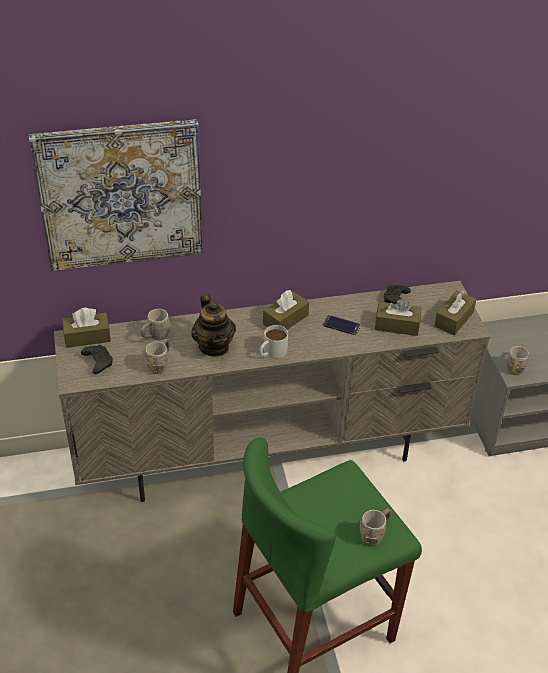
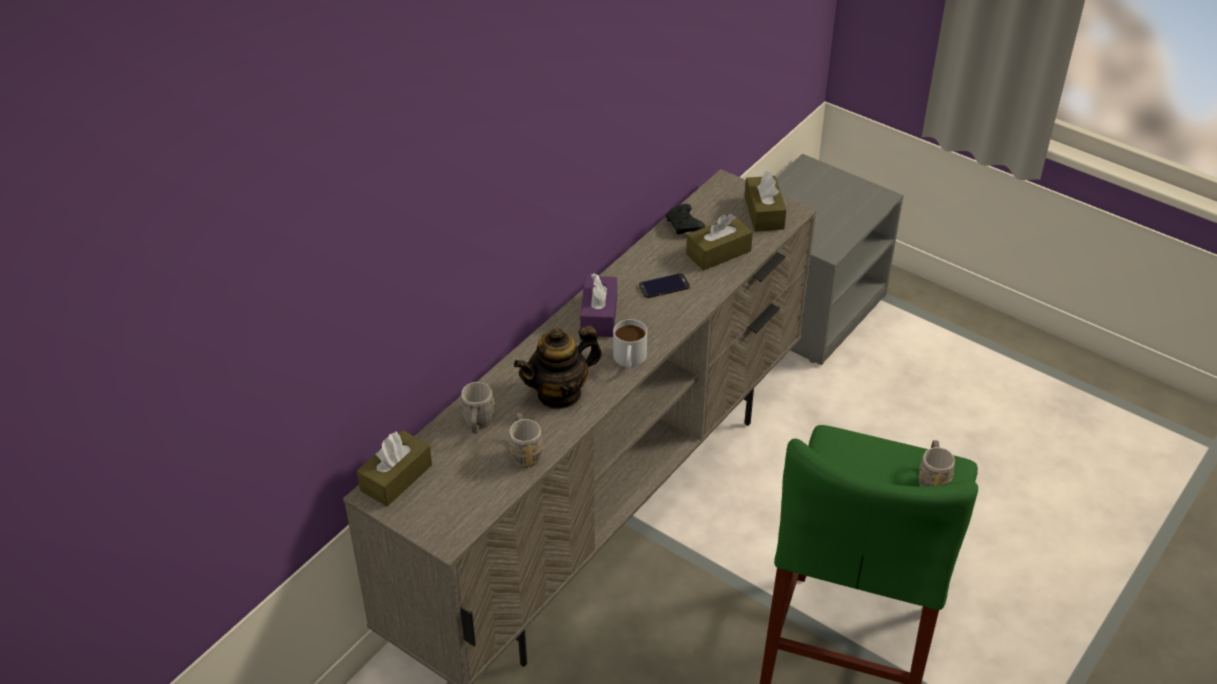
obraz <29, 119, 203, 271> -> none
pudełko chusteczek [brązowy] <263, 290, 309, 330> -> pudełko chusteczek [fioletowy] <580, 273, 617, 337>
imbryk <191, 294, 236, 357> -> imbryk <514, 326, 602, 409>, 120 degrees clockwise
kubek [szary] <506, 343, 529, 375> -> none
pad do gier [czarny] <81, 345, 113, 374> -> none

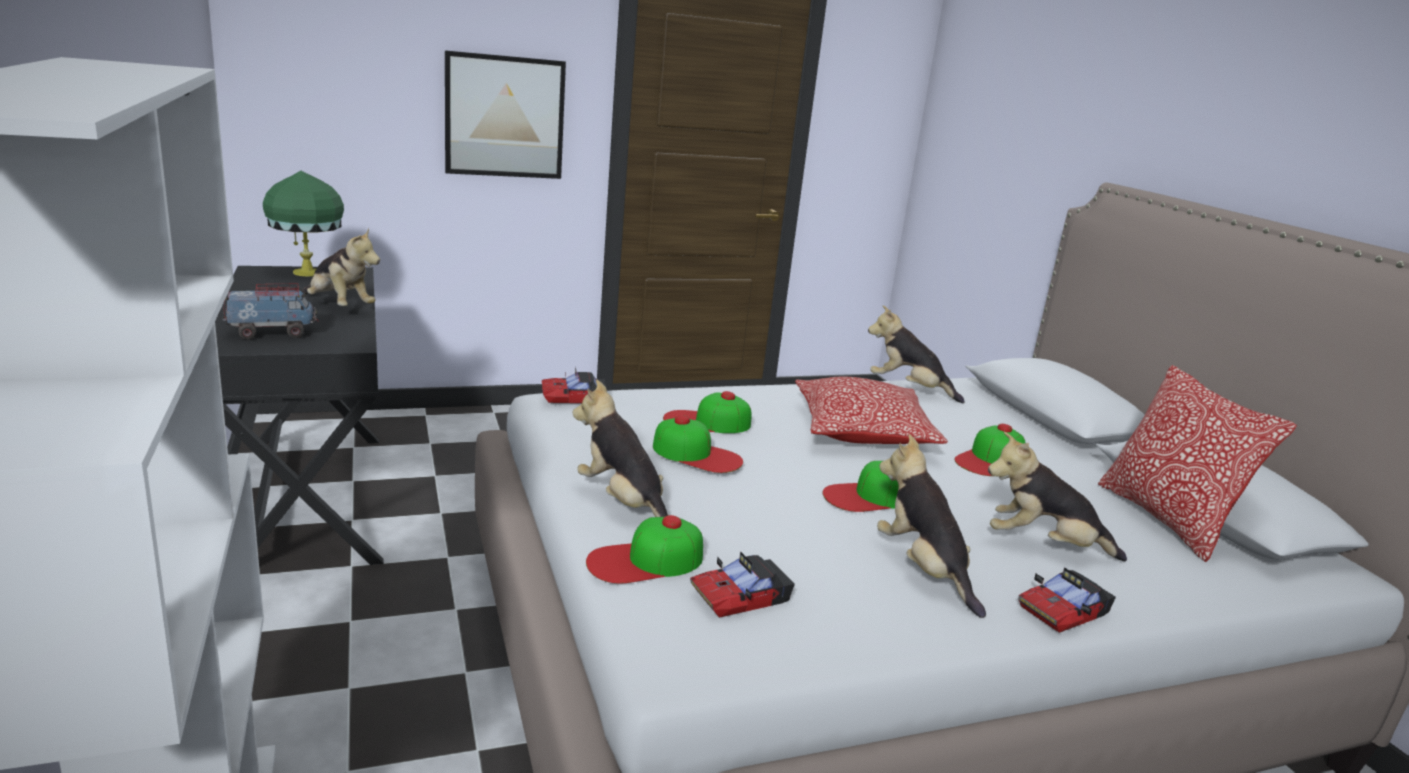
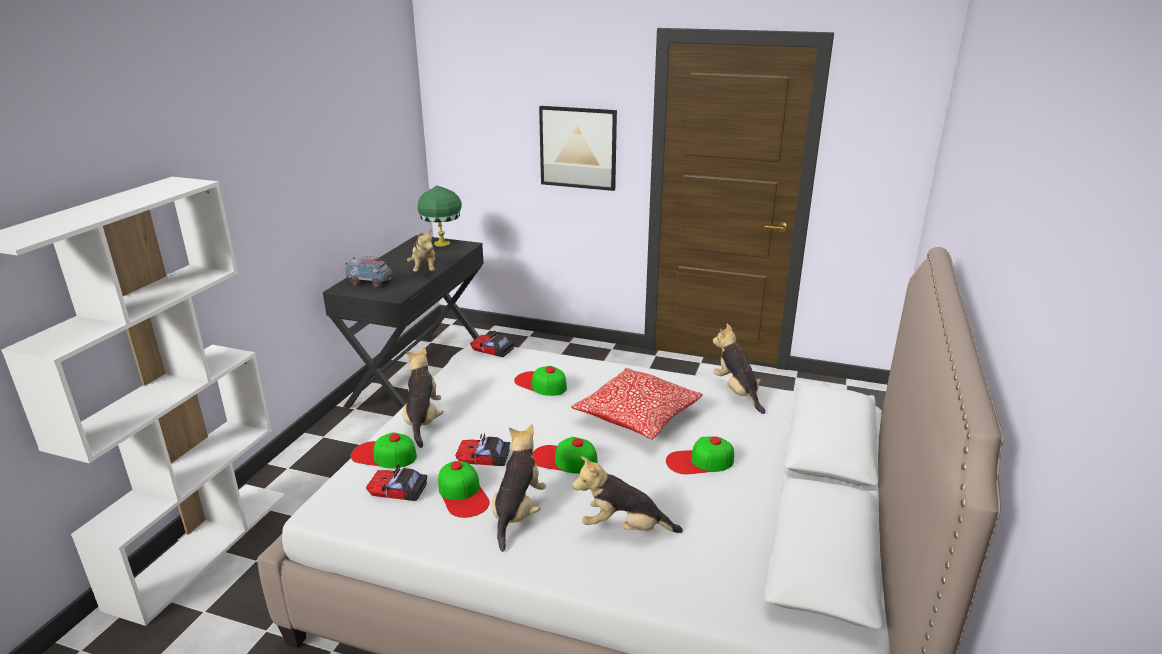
poduszka <1098, 365, 1297, 562> -> none
czapka z daszkiem <653, 415, 743, 473> -> czapka z daszkiem <438, 461, 490, 518>, moved
pluszak <988, 431, 1127, 562> -> pluszak <572, 456, 683, 533>, 45 degrees counterclockwise
samochodzik <1019, 567, 1116, 633> -> samochodzik <455, 434, 511, 466>, moved

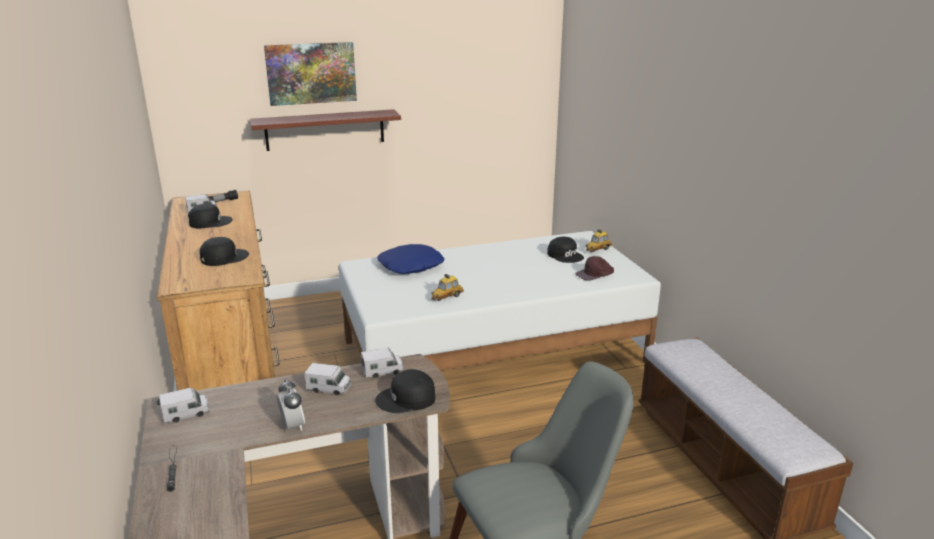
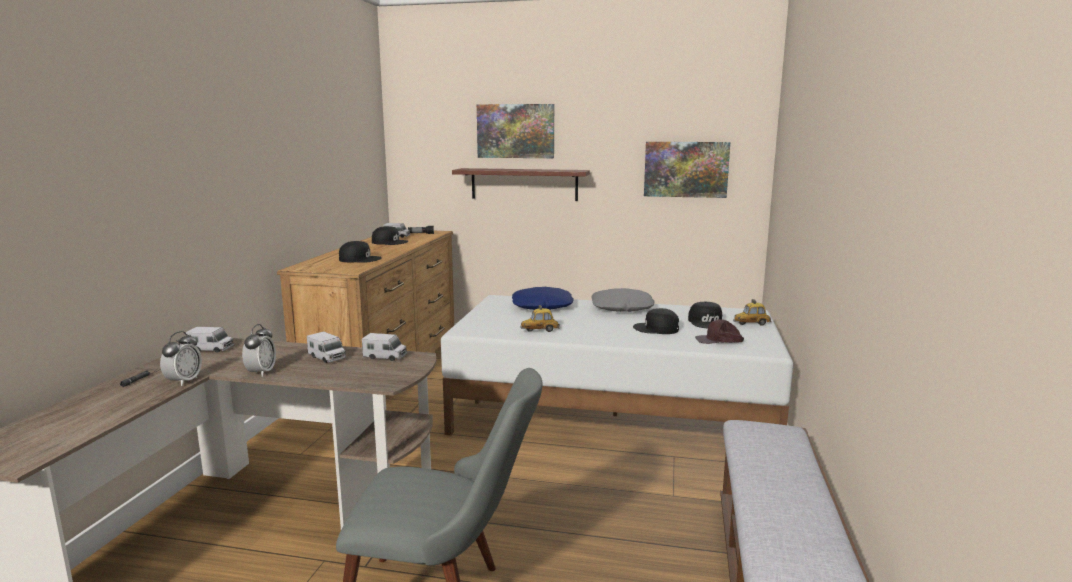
czapka z daszkiem [czarny] <375, 369, 435, 413> -> czapka z daszkiem [czarny] <633, 308, 679, 334>, moved
none -> obraz <644, 142, 730, 198>
none -> poduszka [szary] <591, 288, 655, 312>
none -> budzik <160, 331, 202, 386>

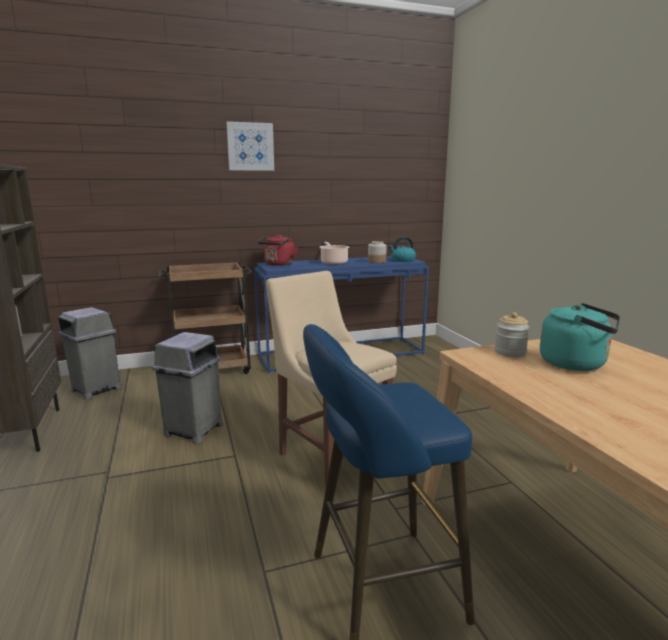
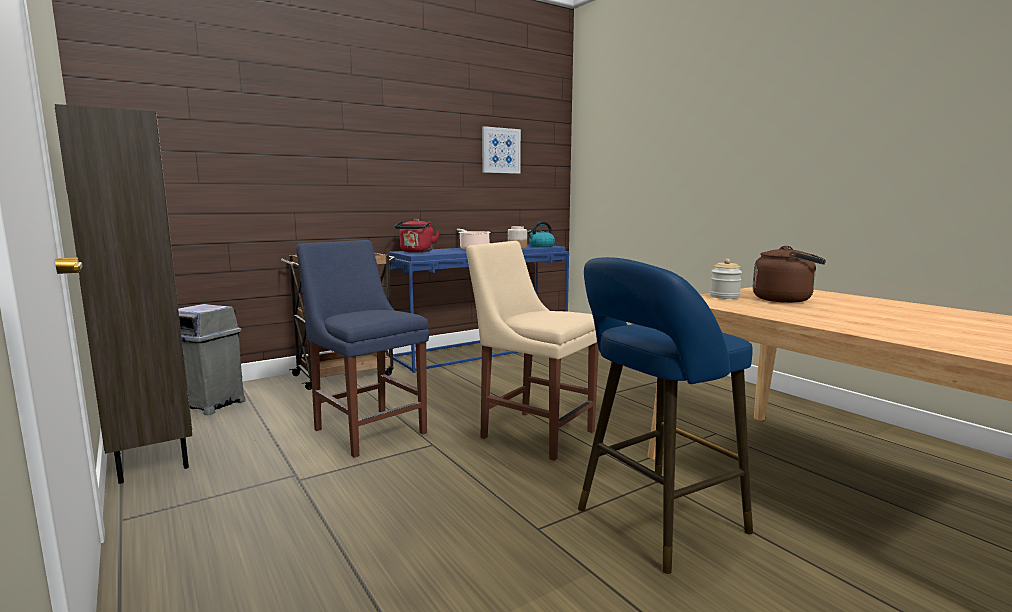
obraz <226, 121, 274, 171> -> obraz <482, 126, 521, 174>, moved
czajnik [turkusowy] <540, 303, 620, 371> -> czajnik [brązowy] <753, 246, 826, 303>
kosz na śmieci [szary] <152, 332, 223, 444> -> krzesło [niebieski] <296, 240, 429, 458>

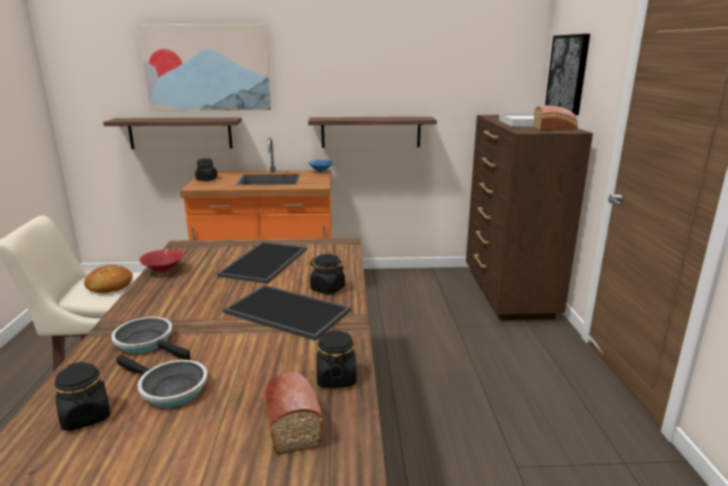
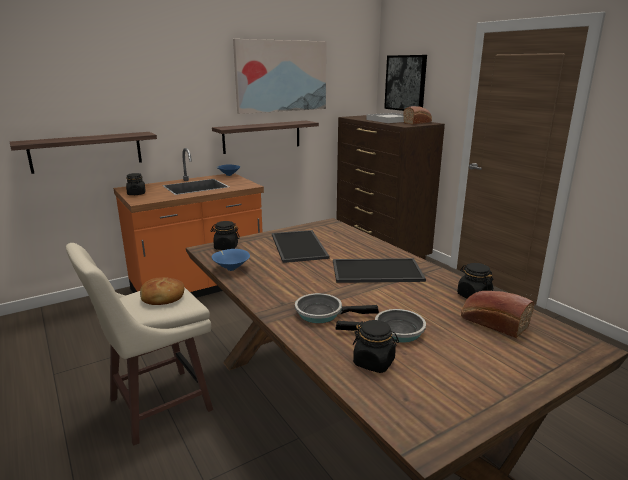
obraz <137, 24, 271, 111> -> obraz <233, 39, 327, 114>, moved
miska [czerwony] <139, 249, 184, 273> -> miska [niebieski] <212, 249, 250, 271>
słoik [czarny] <310, 254, 345, 294> -> słoik [czarny] <210, 221, 240, 250>, moved

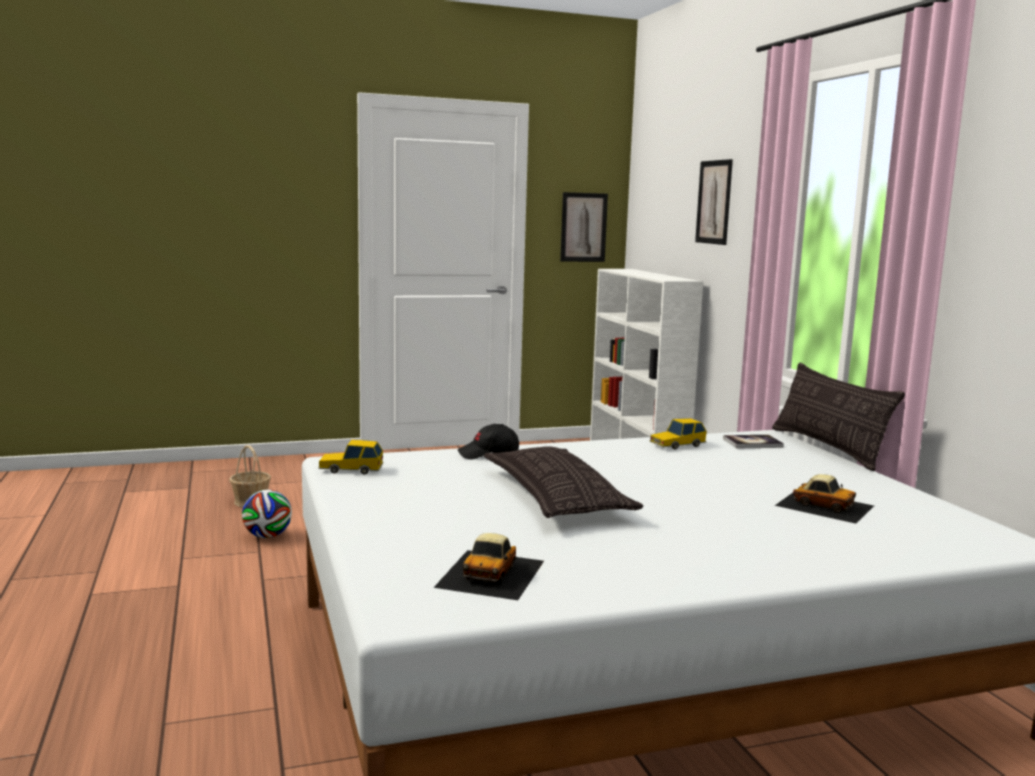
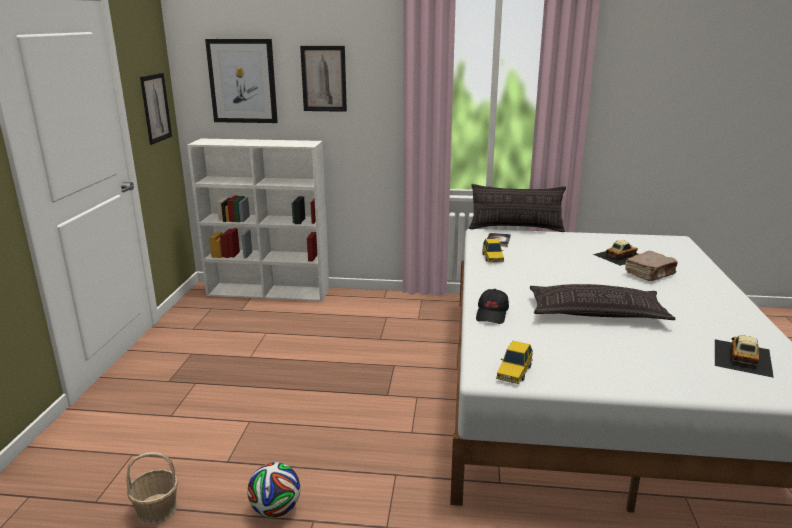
samochodzik <433, 533, 544, 600> -> samochodzik <715, 336, 774, 378>, 105 degrees counterclockwise
none -> obraz <205, 39, 278, 123>
none -> książka [brązowy] <625, 251, 677, 281>

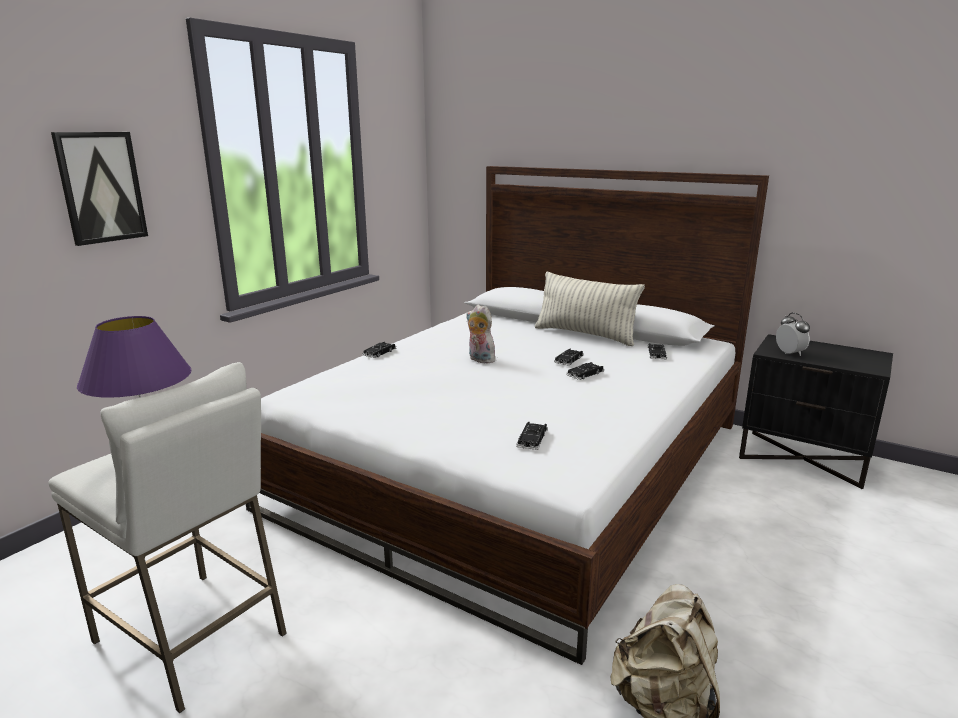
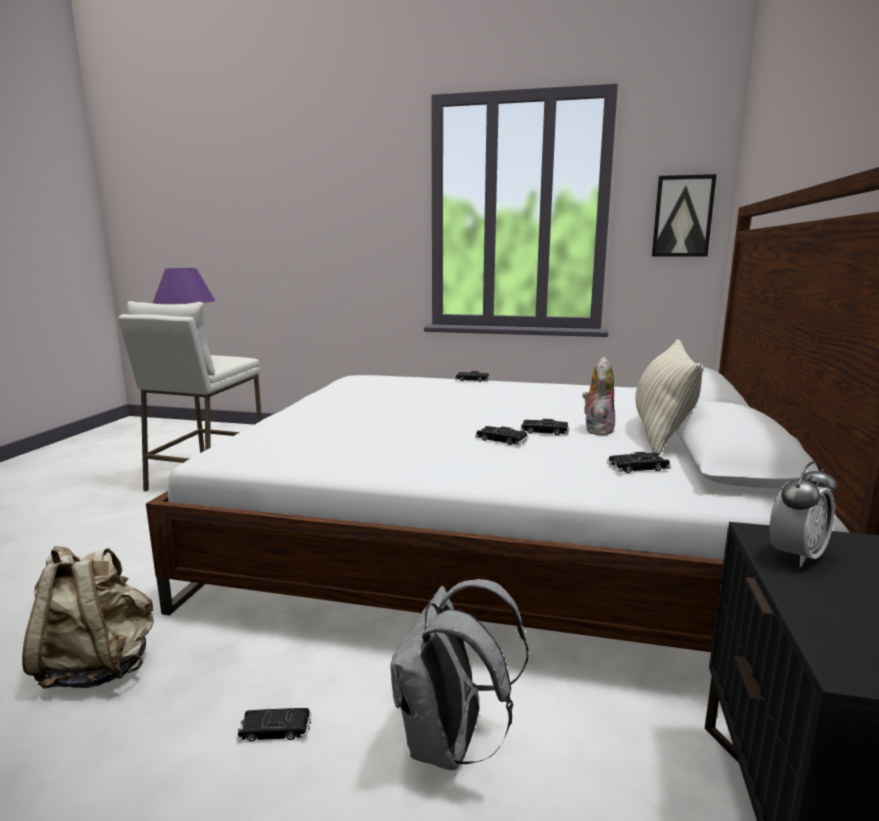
obraz <51, 132, 148, 246> -> obraz <652, 174, 717, 256>, moved
pluszak <466, 304, 495, 364> -> pluszak <582, 357, 615, 435>, moved
samochodzik [czarny] <516, 422, 548, 450> -> samochodzik [czarny] <236, 708, 311, 742>, moved
none -> plecak [szary] <390, 579, 529, 770>

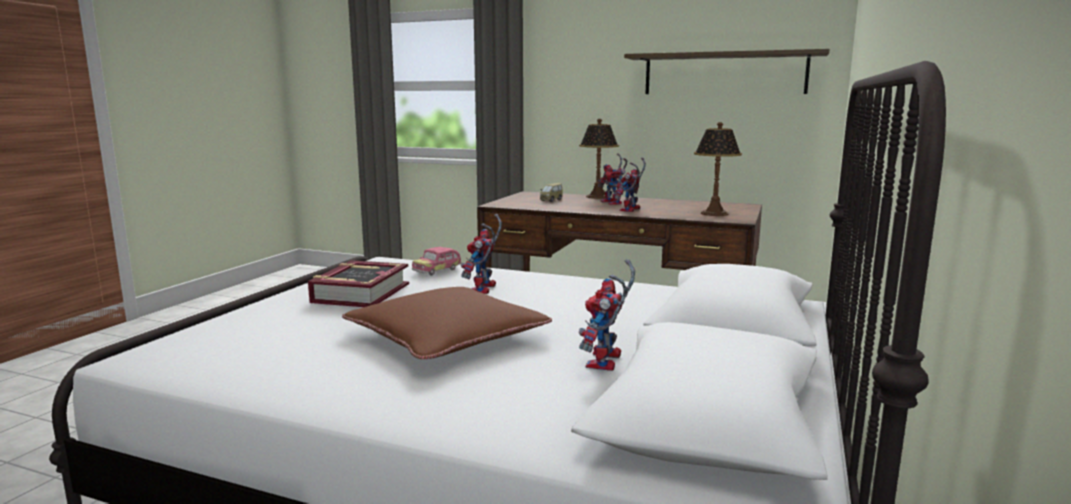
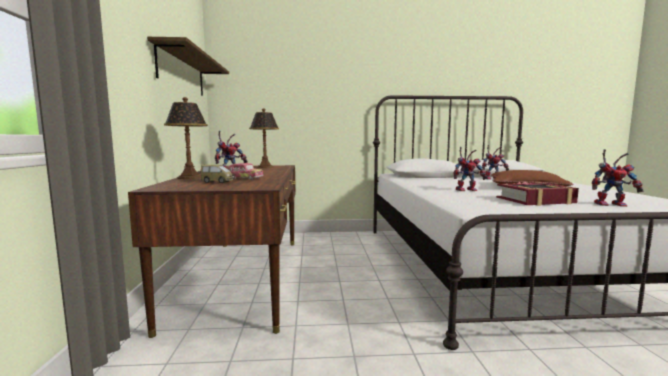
robot zabawkowy <614, 158, 646, 212> -> robot zabawkowy <592, 149, 643, 207>, moved
samochodzik <412, 247, 462, 276> -> samochodzik <227, 163, 263, 180>, moved

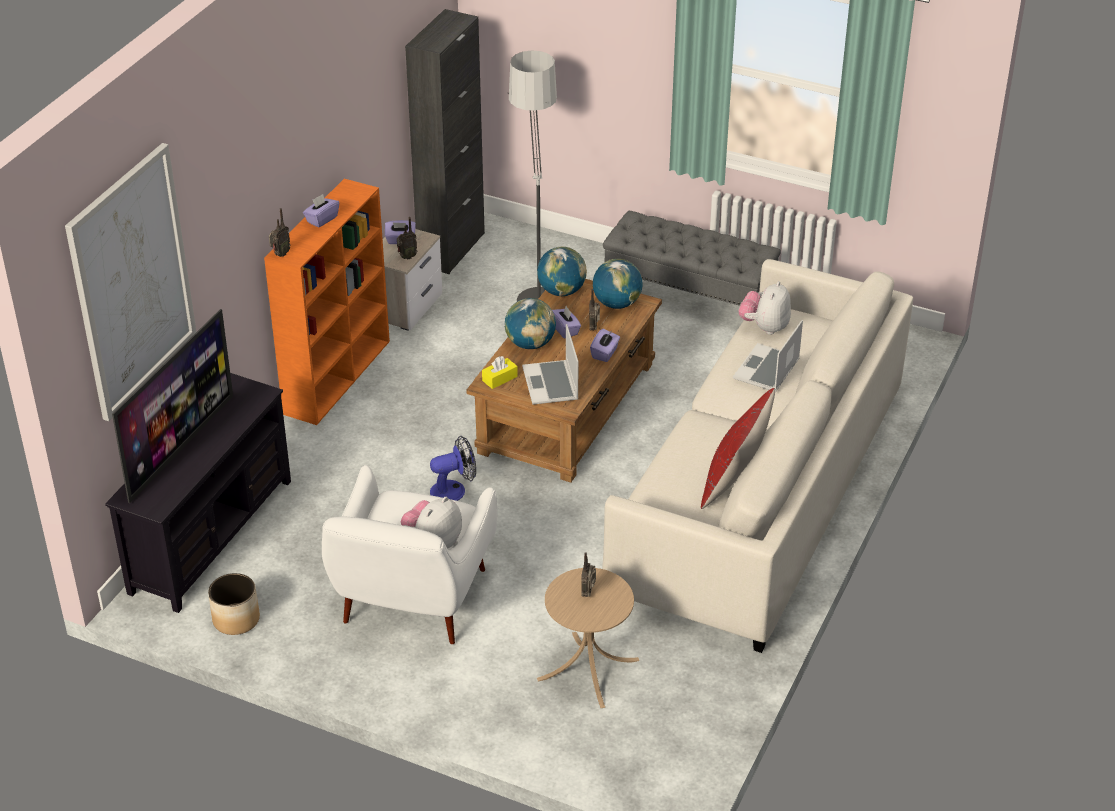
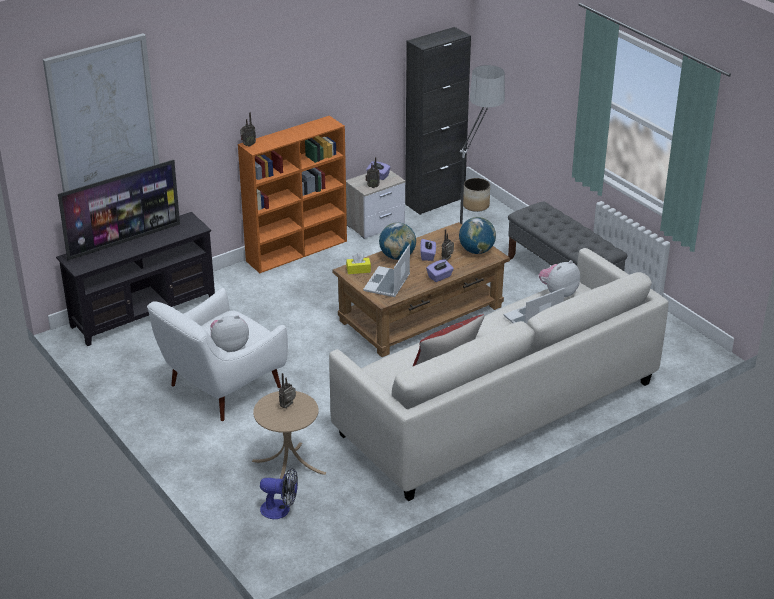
pudełko chusteczek [fioletowy] <303, 194, 339, 228> -> none
globus <537, 246, 587, 296> -> none
wentylator <430, 436, 476, 501> -> wentylator <260, 468, 298, 519>, moved
donica <208, 573, 260, 635> -> donica <463, 178, 490, 212>, moved

